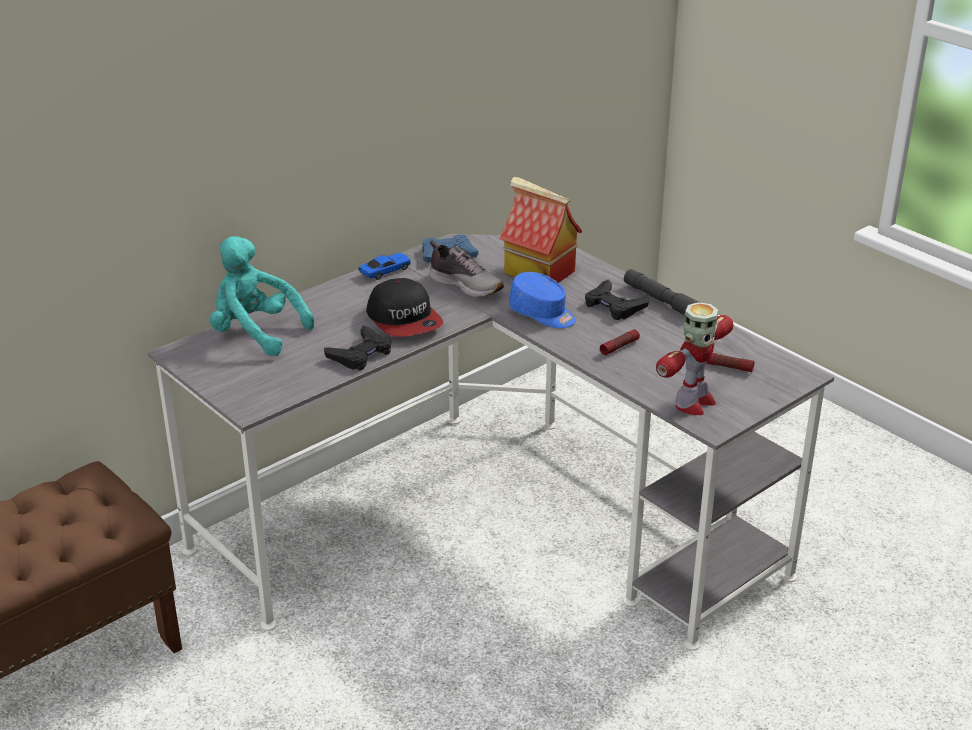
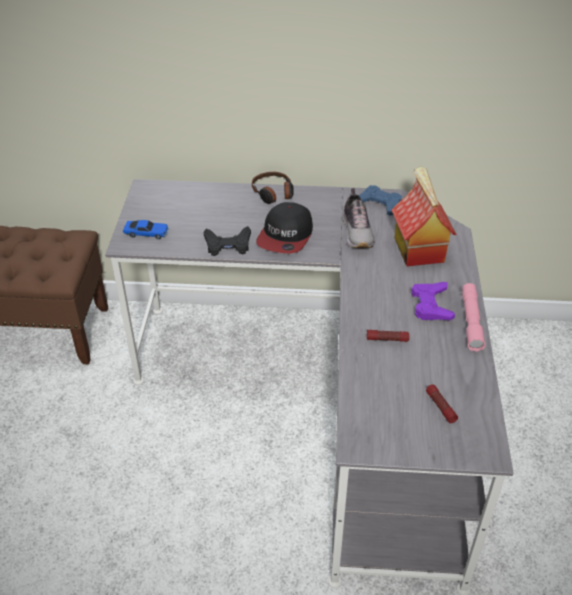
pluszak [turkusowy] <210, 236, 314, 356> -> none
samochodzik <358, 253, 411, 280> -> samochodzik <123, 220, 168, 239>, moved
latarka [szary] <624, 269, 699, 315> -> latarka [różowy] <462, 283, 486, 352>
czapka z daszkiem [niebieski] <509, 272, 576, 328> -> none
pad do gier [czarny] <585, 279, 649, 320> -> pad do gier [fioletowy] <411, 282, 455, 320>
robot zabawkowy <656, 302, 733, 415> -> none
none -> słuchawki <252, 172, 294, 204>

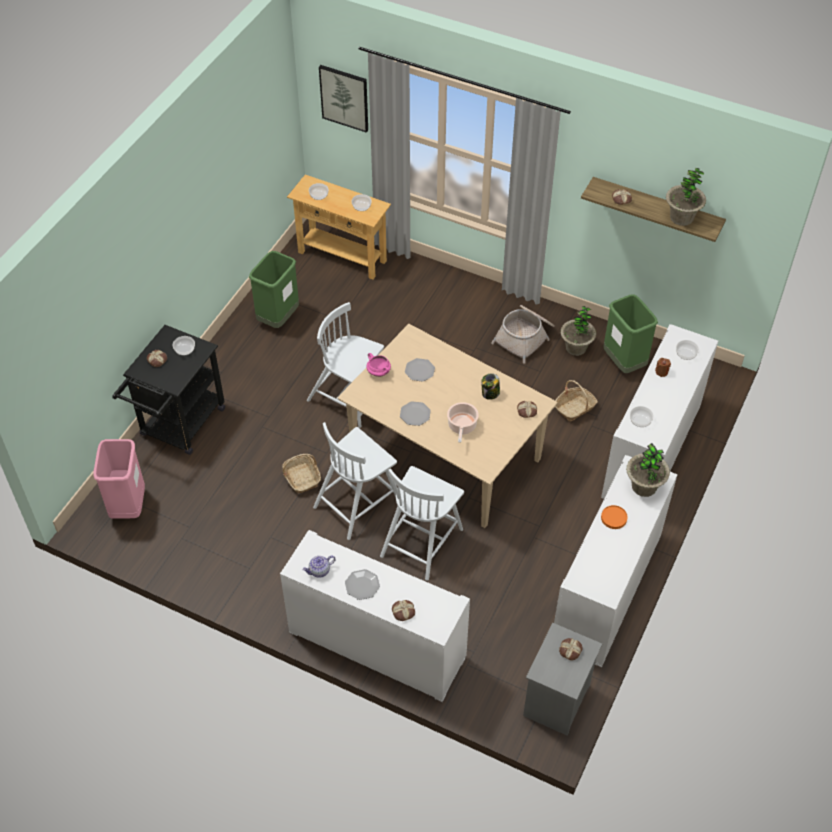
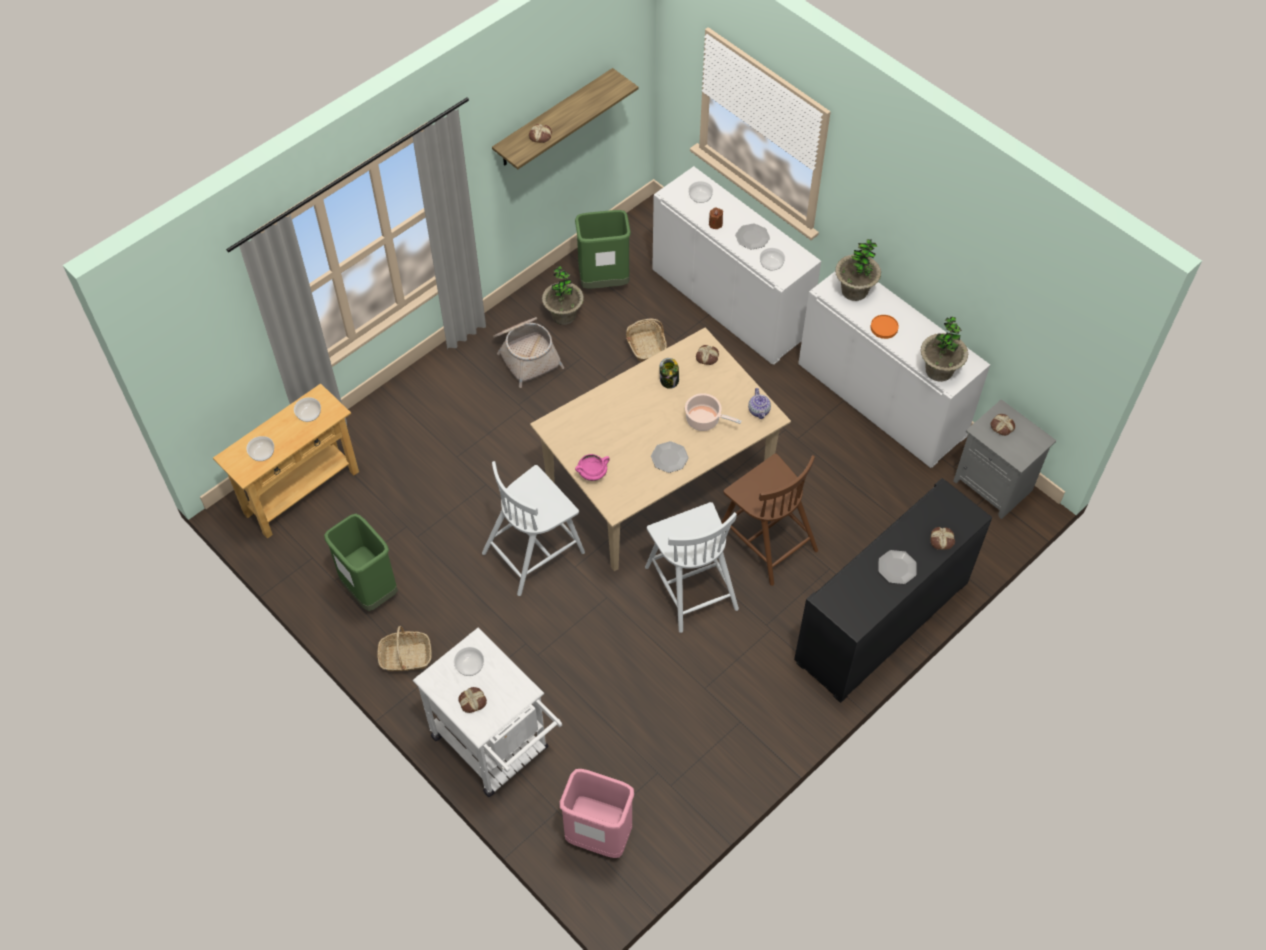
obraz <319, 65, 368, 133> -> none
roślina doniczkowa <666, 168, 706, 226> -> roślina doniczkowa <921, 317, 968, 382>, moved
wózek [czarny] <112, 325, 225, 455> -> wózek [biały] <413, 628, 562, 797>
talerz <405, 358, 435, 382> -> talerz <735, 223, 770, 249>, moved
koszyk <282, 454, 321, 494> -> koszyk <377, 626, 432, 671>, moved
krzesło [biały] <380, 466, 464, 581> -> krzesło [brązowy] <721, 454, 818, 586>
szafka [biały] <280, 530, 470, 702> -> szafka [czarny] <794, 478, 992, 703>
imbryk <302, 555, 336, 578> -> imbryk <748, 388, 771, 419>, moved

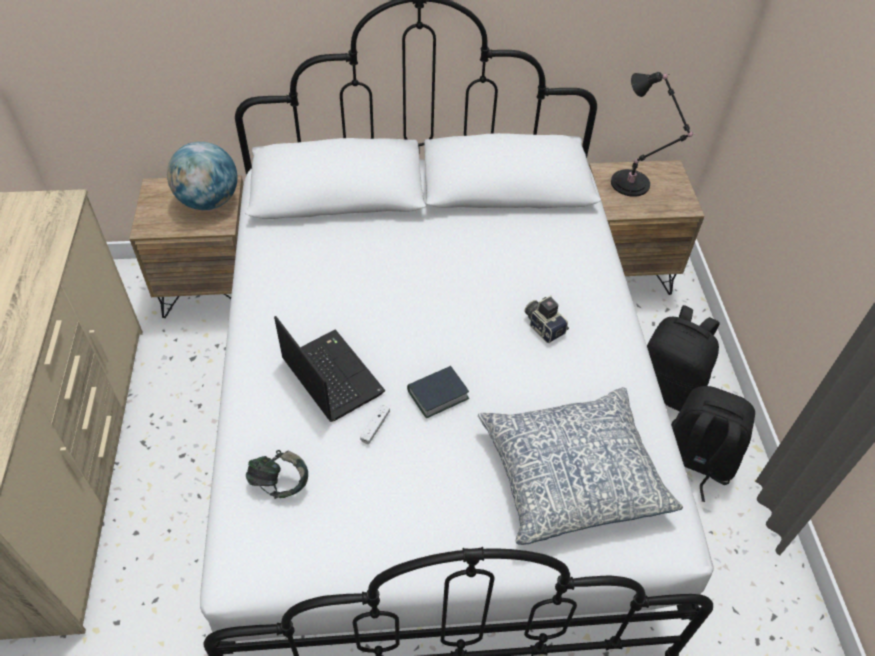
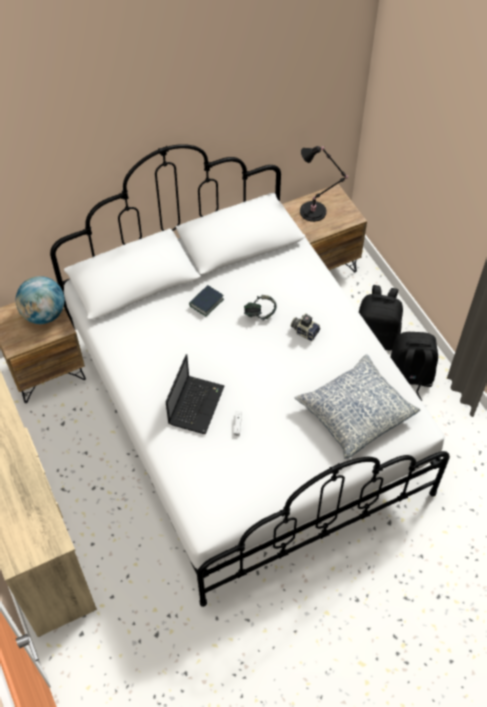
laptop <274, 316, 385, 422> -> laptop <166, 354, 225, 434>, 75 degrees clockwise
książka <407, 366, 470, 418> -> książka <189, 285, 224, 316>, moved
słuchawki <246, 450, 308, 499> -> słuchawki <244, 295, 276, 321>, moved

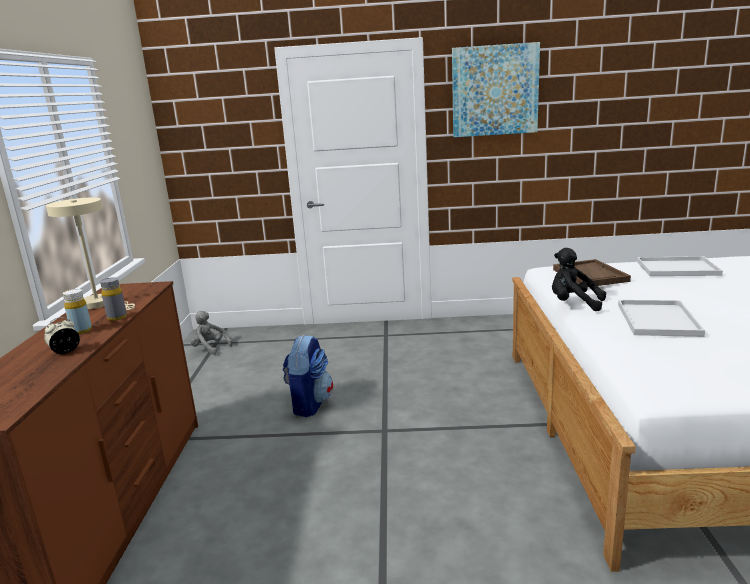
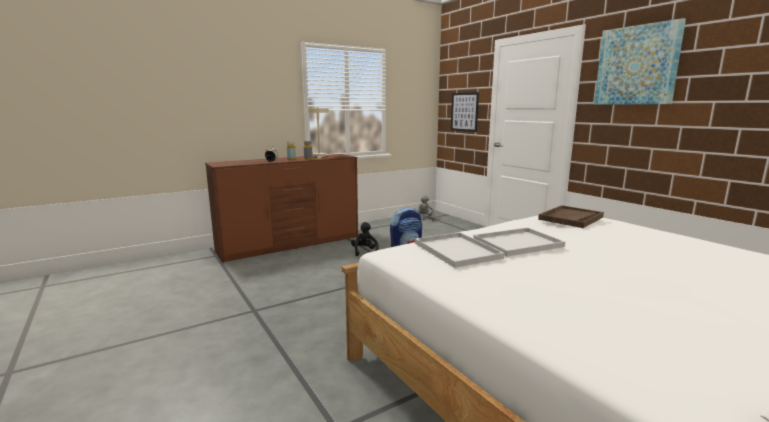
pluszak [czarny] <552, 248, 606, 311> -> pluszak [czarny] <351, 222, 379, 256>, moved
taca [biały] <637, 256, 723, 276> -> taca [biały] <415, 232, 505, 268>, moved
none -> obraz <451, 92, 479, 132>

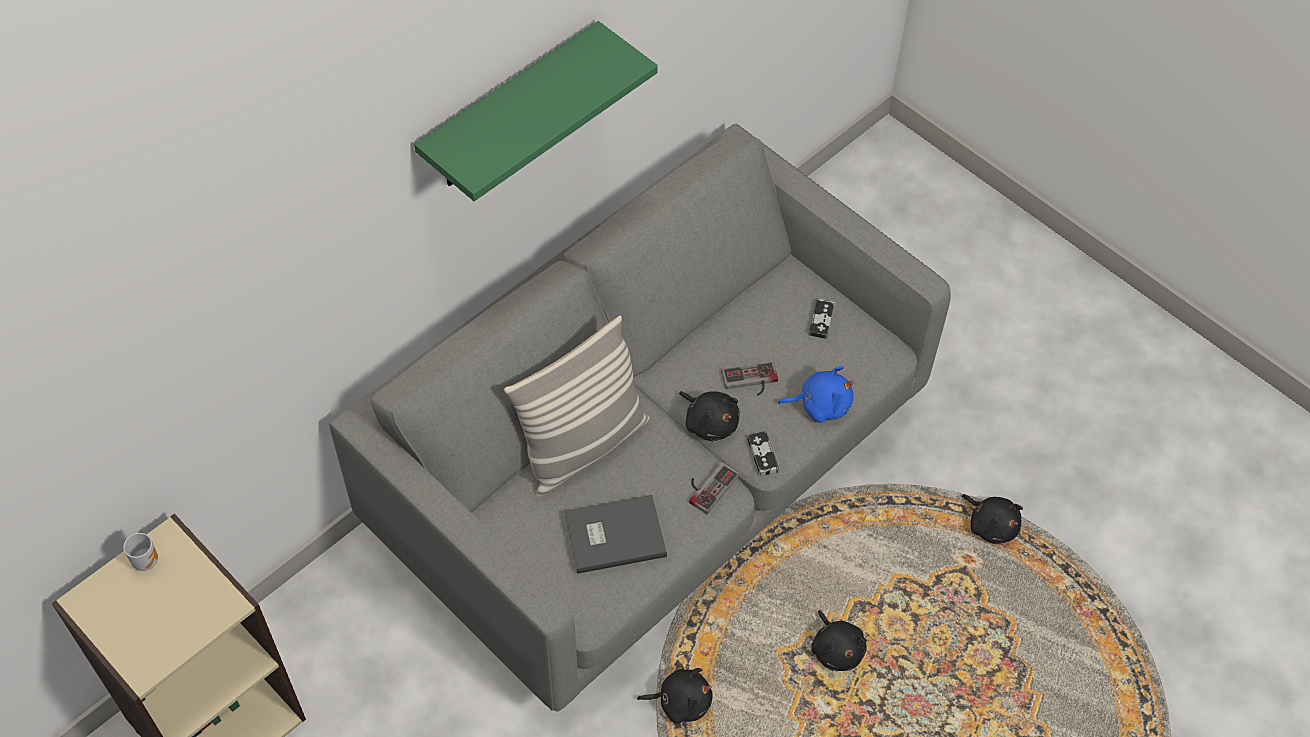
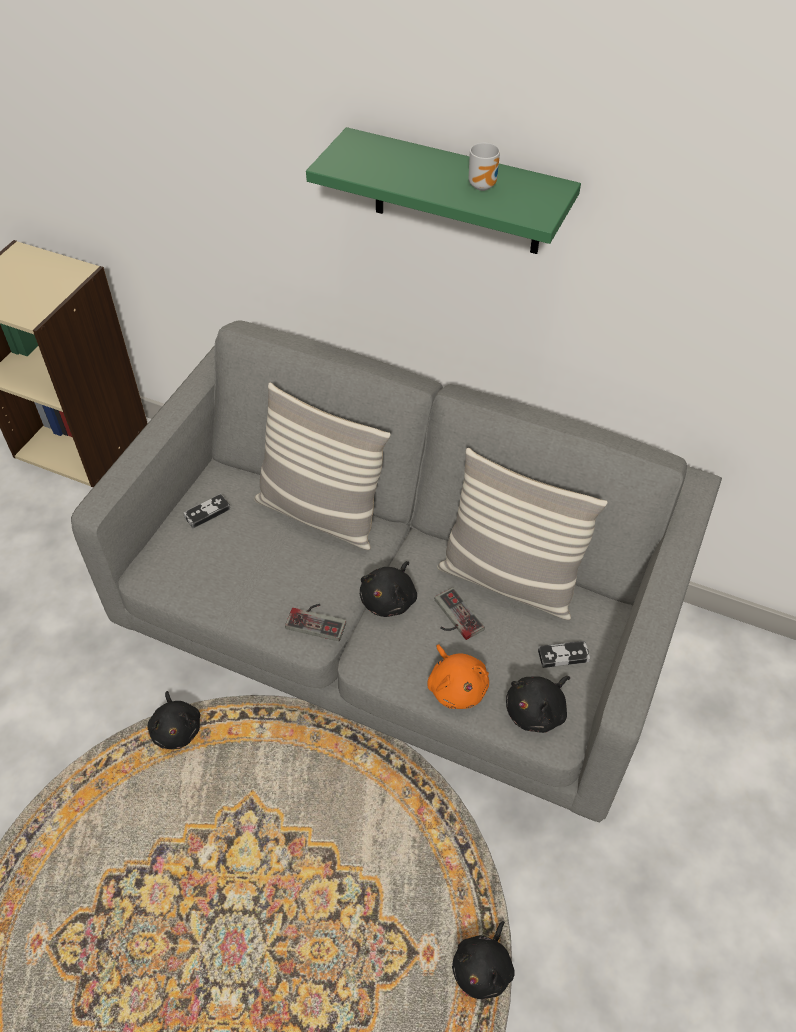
pluszak [niebieski] <778, 366, 854, 423> -> pluszak [pomarańczowy] <427, 644, 489, 709>
pad do gier <747, 431, 779, 476> -> pad do gier <183, 494, 230, 528>, moved
książka [szary] <564, 495, 667, 574> -> none
kubek <123, 533, 158, 571> -> kubek <469, 142, 500, 191>, moved
pluszak [czarny] <811, 610, 867, 671> -> pluszak [czarny] <506, 676, 570, 733>, moved
none -> poduszka <437, 448, 608, 620>

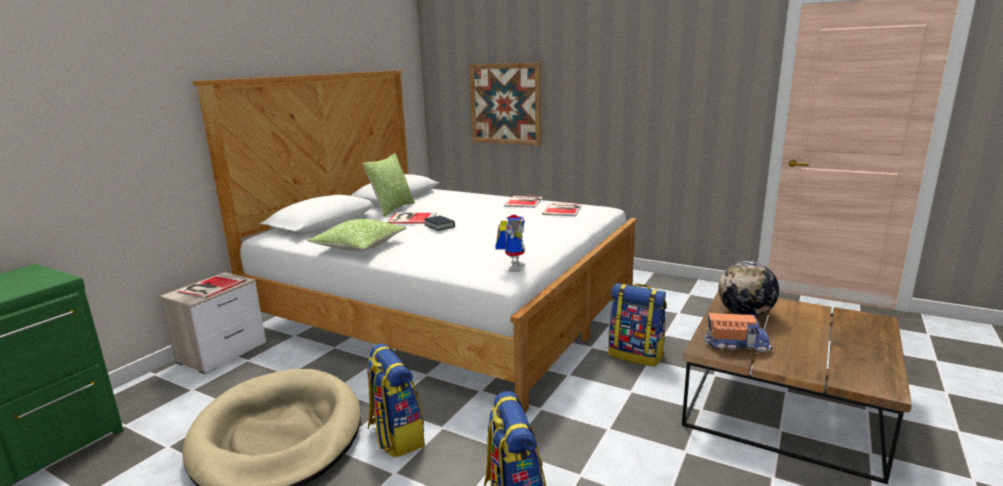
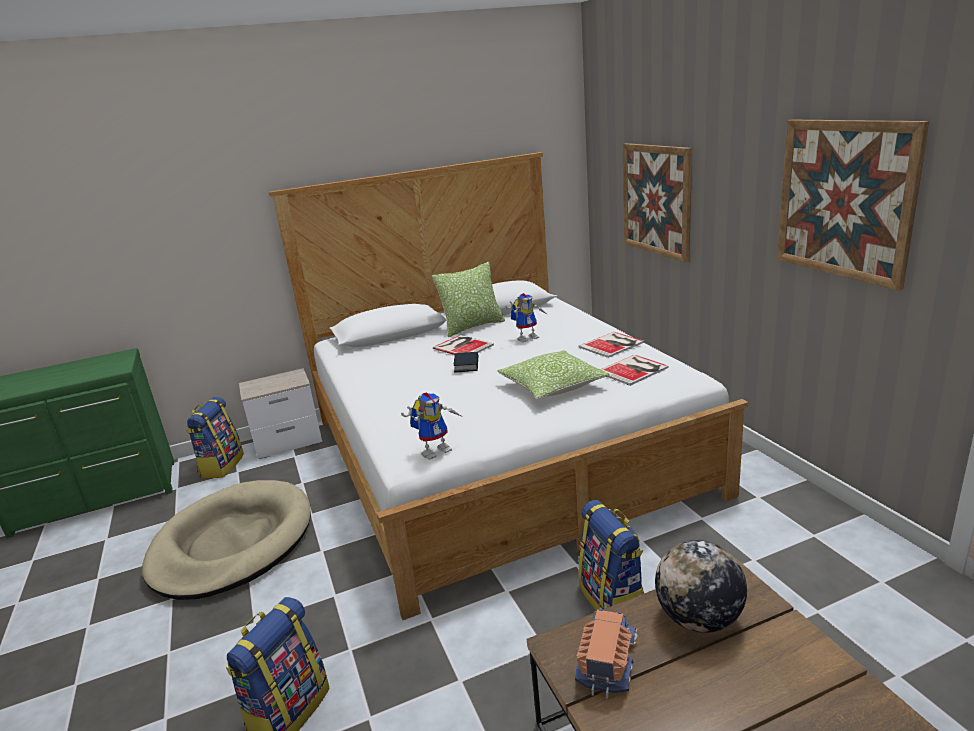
poduszka <307, 219, 407, 251> -> poduszka <497, 350, 610, 399>, moved
książka <177, 274, 246, 299> -> none
ciężarówka zabawkowa <704, 313, 772, 352> -> ciężarówka zabawkowa <575, 608, 638, 699>, 120 degrees counterclockwise
plecak <367, 343, 425, 458> -> plecak <187, 397, 244, 478>, moved
none -> obraz <777, 119, 929, 291>
none -> robot zabawkowy <505, 293, 548, 342>

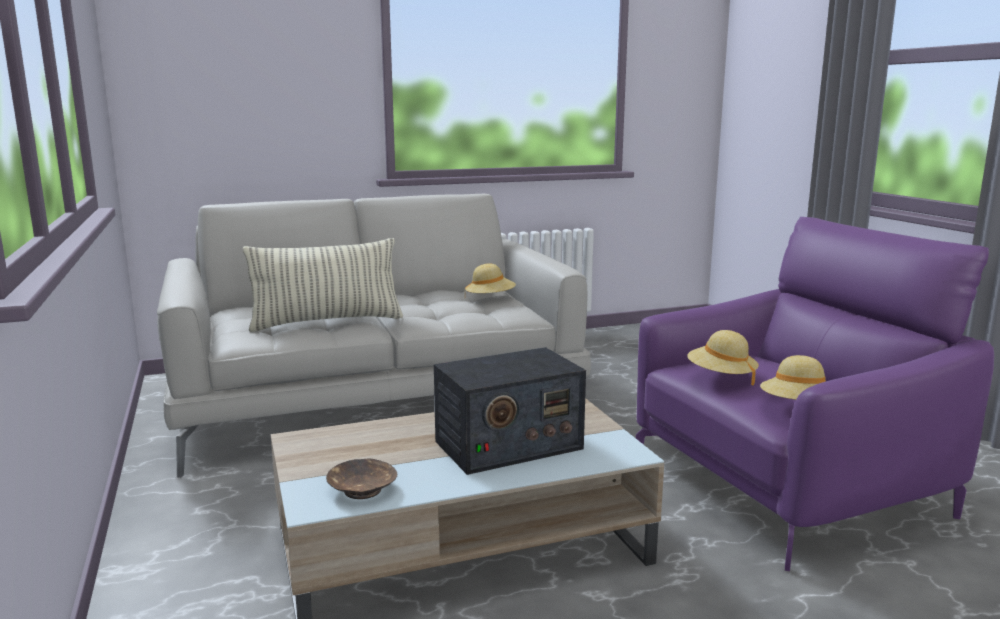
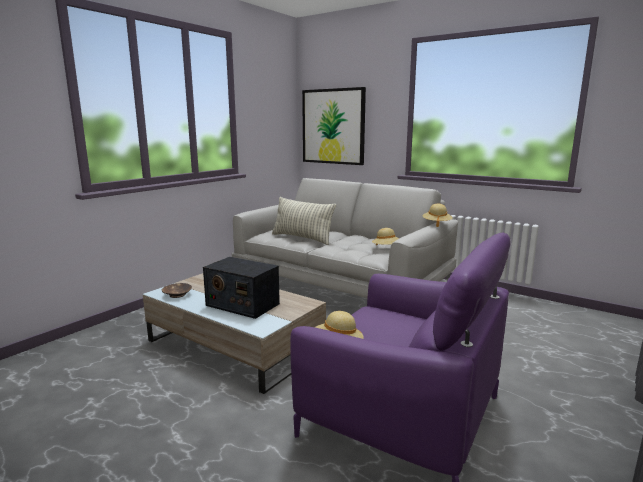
kapelusz [beżowy] <687, 330, 759, 386> -> kapelusz [beżowy] <422, 204, 453, 227>, moved
none -> obraz <302, 87, 366, 165>

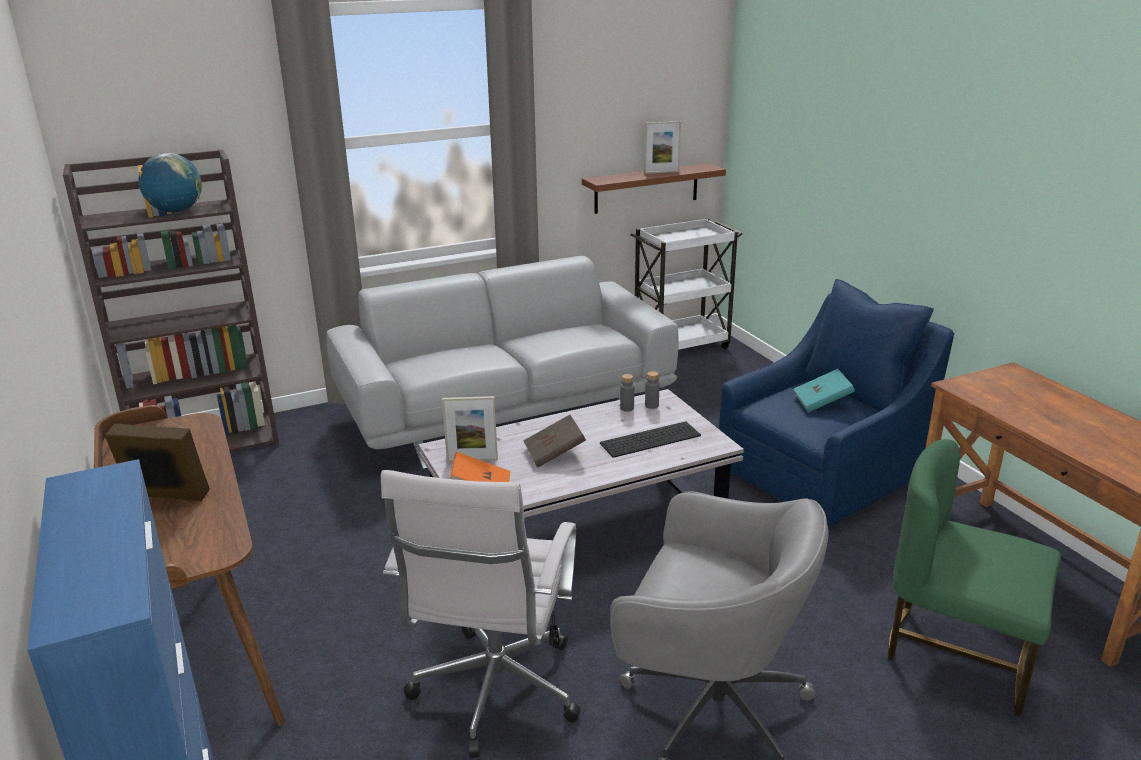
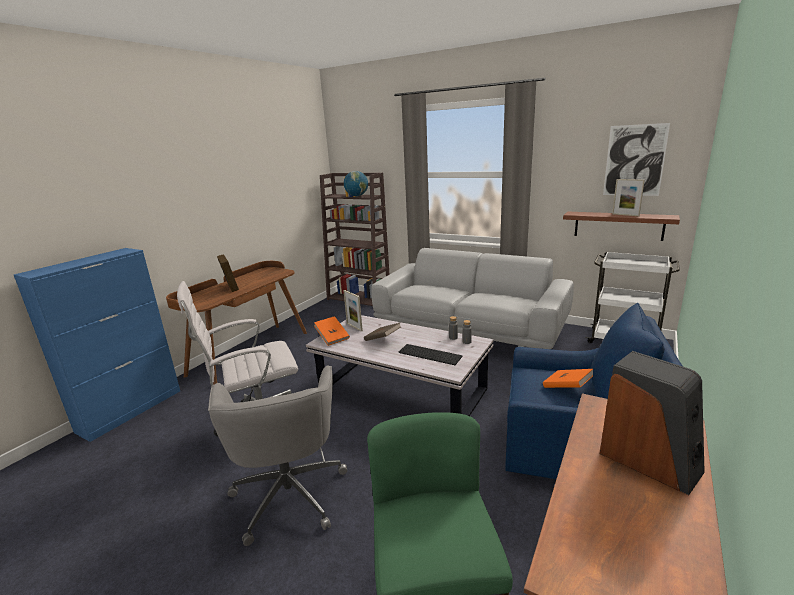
książka [turkusowy] <793, 369, 855, 413> -> książka [pomarańczowy] <543, 369, 593, 388>
none -> obraz <603, 123, 670, 196>
none -> głośnik <600, 351, 705, 495>

